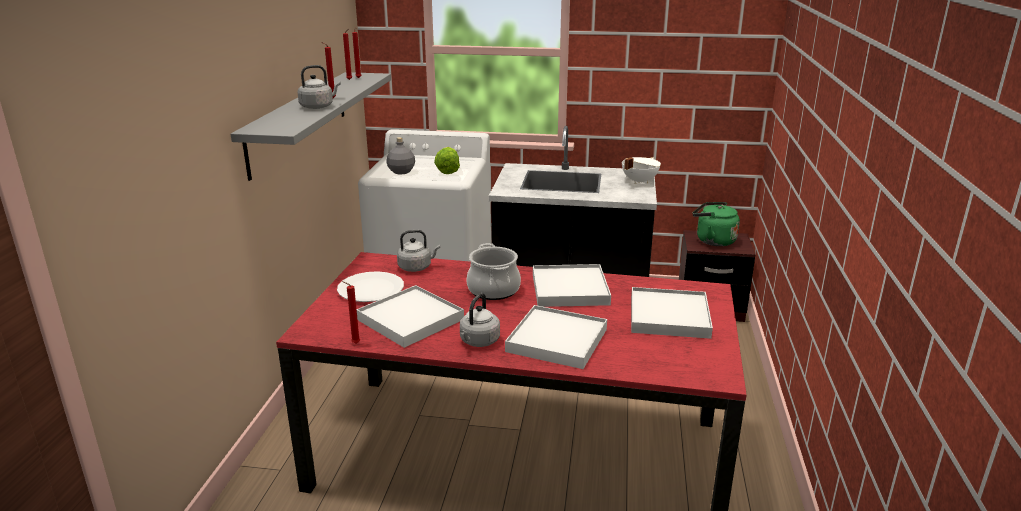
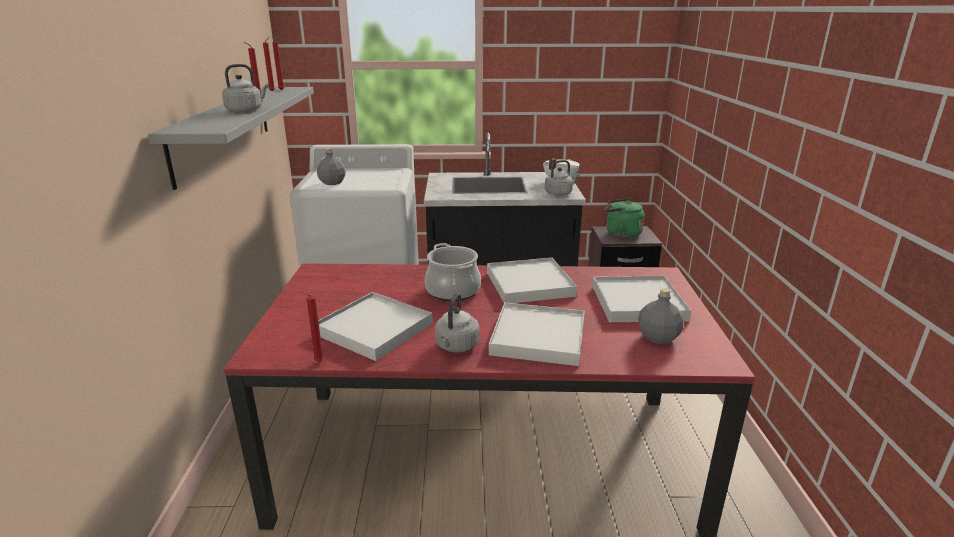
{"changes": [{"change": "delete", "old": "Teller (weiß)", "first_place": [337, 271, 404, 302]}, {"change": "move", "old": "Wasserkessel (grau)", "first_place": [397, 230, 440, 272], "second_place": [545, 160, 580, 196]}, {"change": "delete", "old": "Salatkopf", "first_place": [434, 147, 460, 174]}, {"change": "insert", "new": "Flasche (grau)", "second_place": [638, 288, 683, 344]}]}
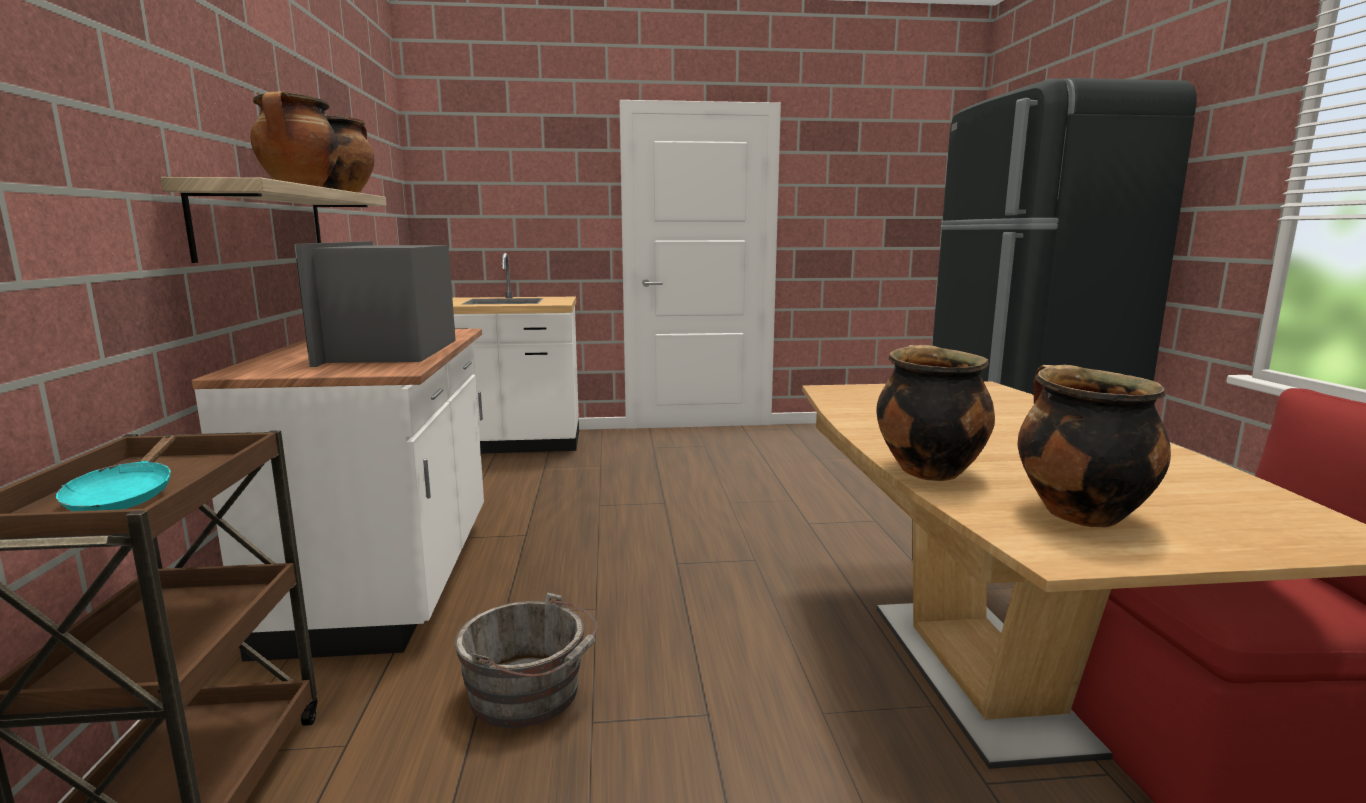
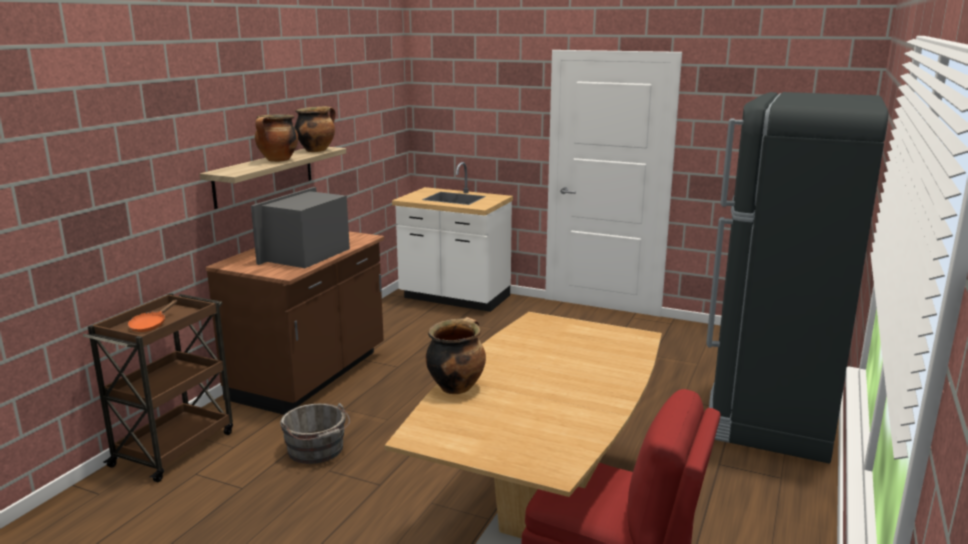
{"changes": [{"change": "recolor", "old": "Pfanne (türkis)", "new": "Pfanne (orange)", "first_place": [56, 435, 175, 511], "second_place": [128, 300, 177, 332]}, {"change": "recolor", "old": "Küchenzeile (weiß)", "new": "Küchenzeile (braun)", "first_place": [192, 328, 484, 662], "second_place": [206, 232, 384, 415]}, {"change": "delete", "old": "Kochtopf", "first_place": [1017, 365, 1171, 528]}]}
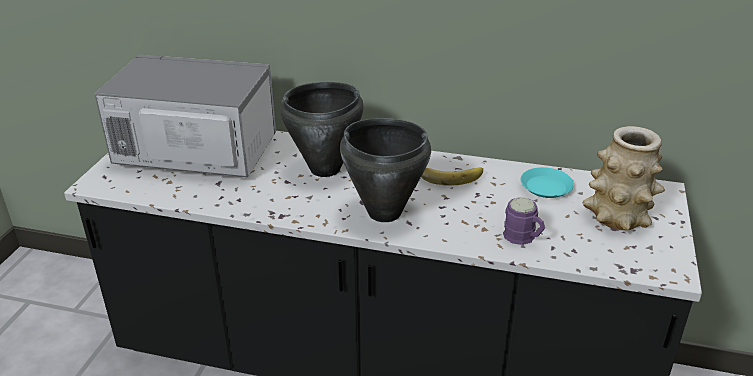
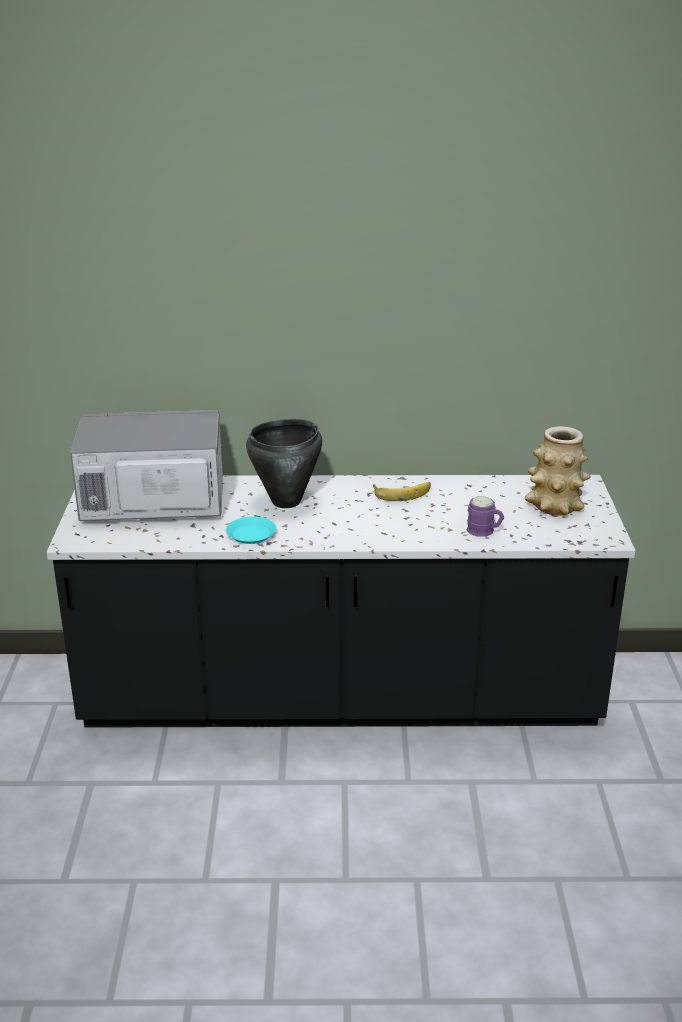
{"changes": [{"change": "delete", "old": "Kochtopf (schwarz)", "first_place": [340, 118, 431, 222]}, {"change": "move", "old": "Teller (türkis)", "first_place": [521, 167, 574, 198], "second_place": [226, 516, 276, 544]}]}
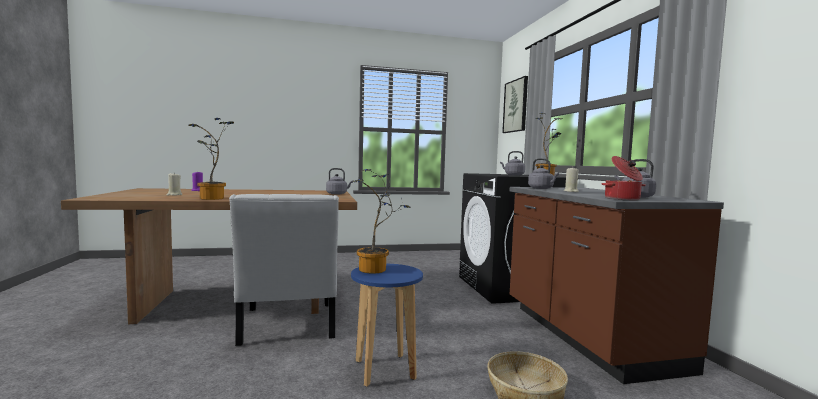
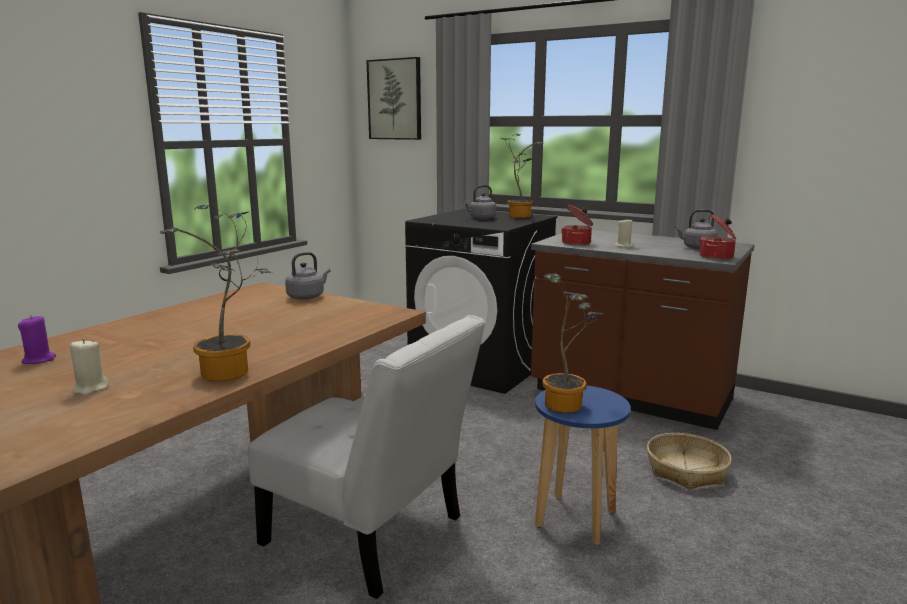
{"changes": [{"change": "replace", "old": "Wasserkessel (grau)", "new": "Kochtopf", "first_place": [528, 158, 559, 189], "second_place": [561, 205, 593, 246]}]}
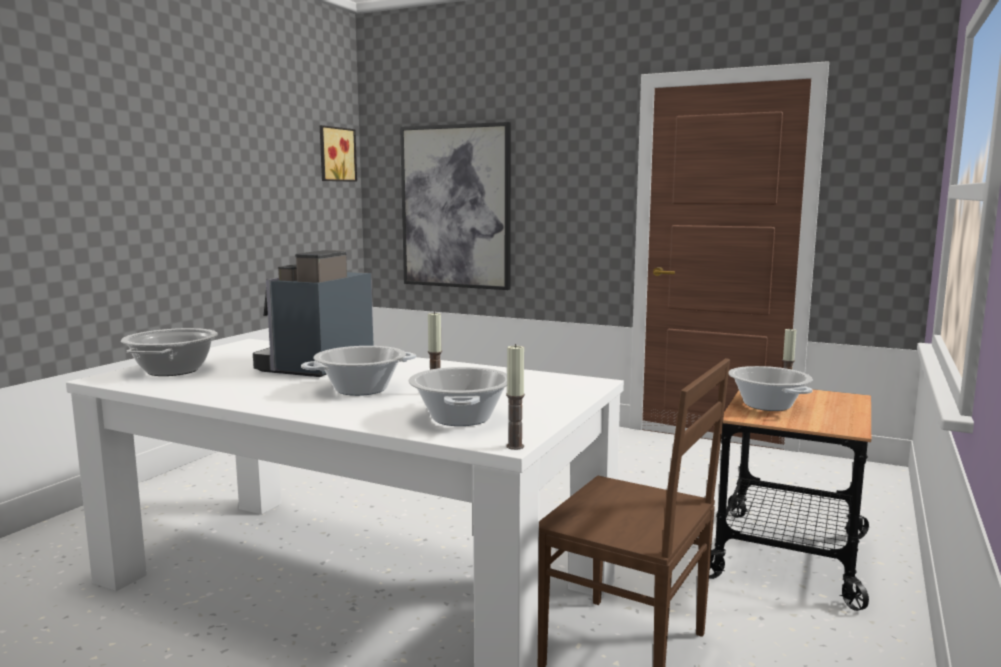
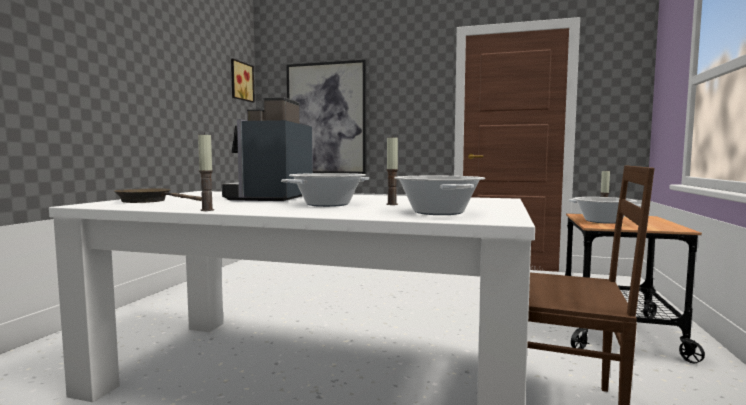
{"changes": [{"change": "replace", "old": "Kochtopf", "new": "Pfanne (braun)", "first_place": [121, 328, 218, 376], "second_place": [114, 188, 202, 203]}, {"change": "move", "old": "Kerze", "first_place": [506, 344, 525, 450], "second_place": [198, 133, 214, 211]}]}
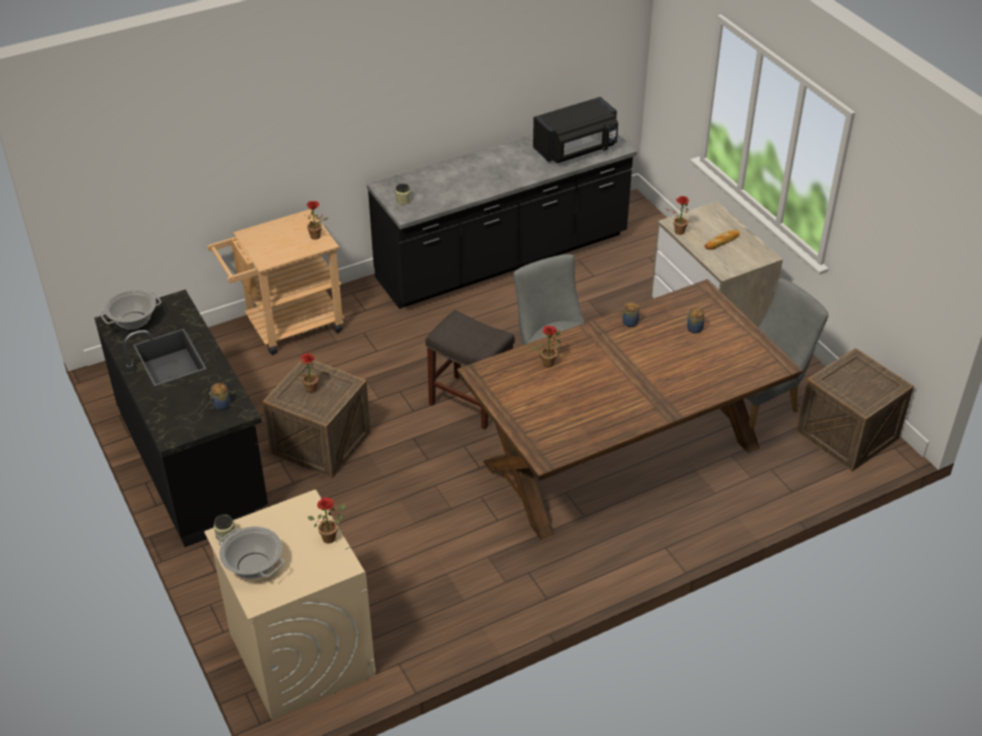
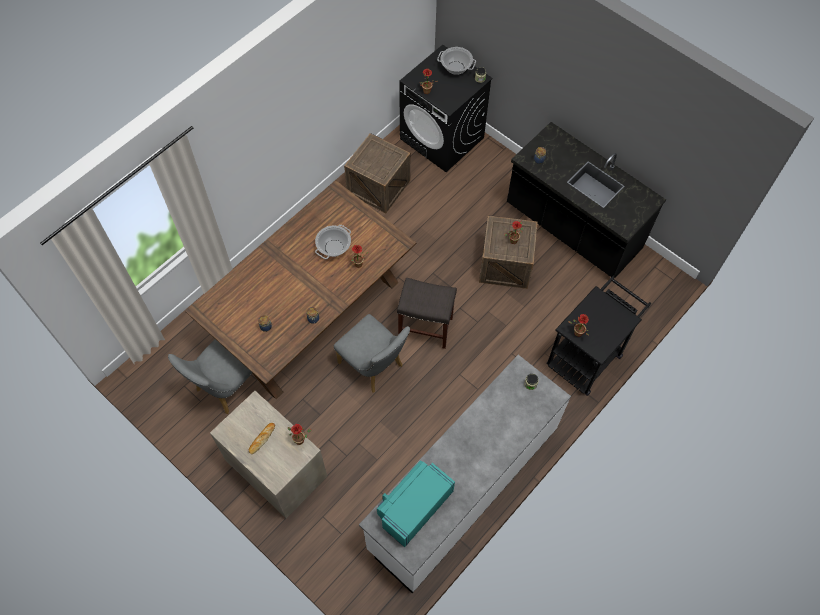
{"changes": [{"change": "move", "old": "Kochtopf", "first_place": [100, 289, 161, 330], "second_place": [315, 225, 351, 259]}, {"change": "recolor", "old": "Waschmaschine (beige)", "new": "Waschmaschine (schwarz)", "first_place": [204, 489, 376, 720], "second_place": [399, 45, 493, 172]}, {"change": "recolor", "old": "Rollwagen (beige)", "new": "Rollwagen (schwarz)", "first_place": [207, 209, 345, 355], "second_place": [547, 276, 651, 396]}, {"change": "recolor", "old": "Küchenzeile (schwarz)", "new": "Küchenzeile (weiß)", "first_place": [367, 134, 637, 309], "second_place": [359, 355, 571, 593]}, {"change": "recolor", "old": "Mikrowelle (schwarz)", "new": "Mikrowelle (türkis)", "first_place": [533, 97, 618, 163], "second_place": [377, 461, 455, 547]}, {"change": "move", "old": "Kiste", "first_place": [796, 348, 914, 472], "second_place": [344, 133, 410, 213]}]}
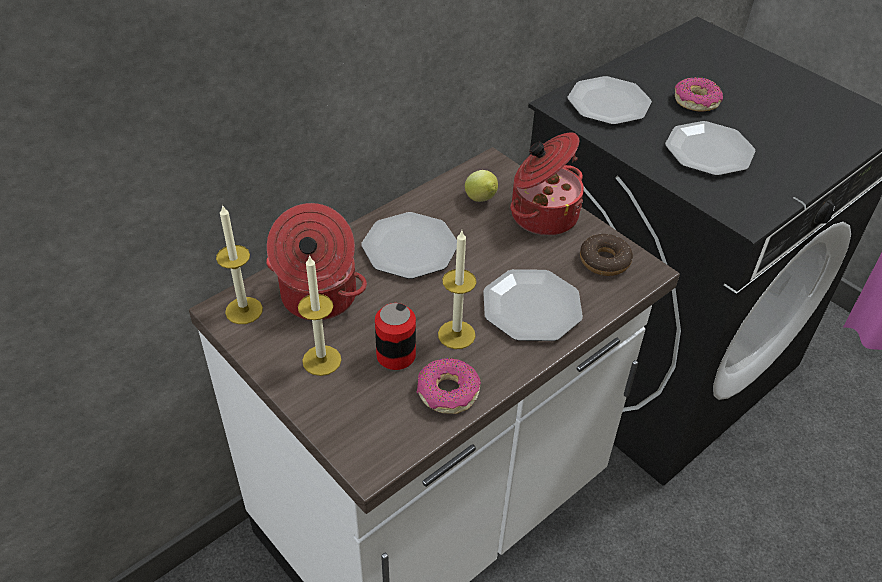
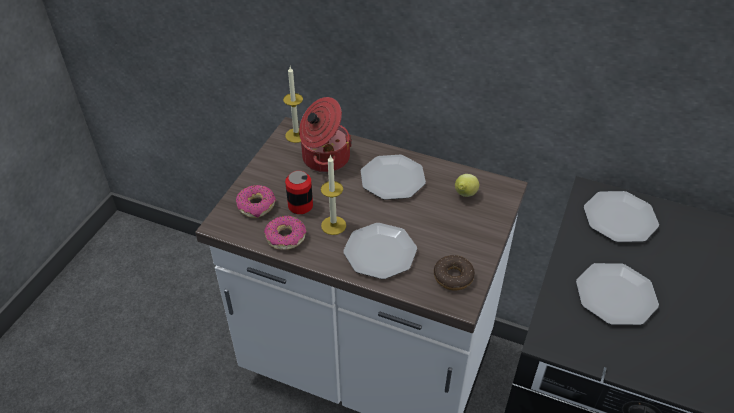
{"changes": [{"change": "delete", "old": "Kerze", "first_place": [298, 255, 341, 376]}, {"change": "delete", "old": "Kochtopf", "first_place": [510, 133, 584, 236]}, {"change": "move", "old": "Donut", "first_place": [675, 77, 723, 112], "second_place": [236, 185, 276, 218]}]}
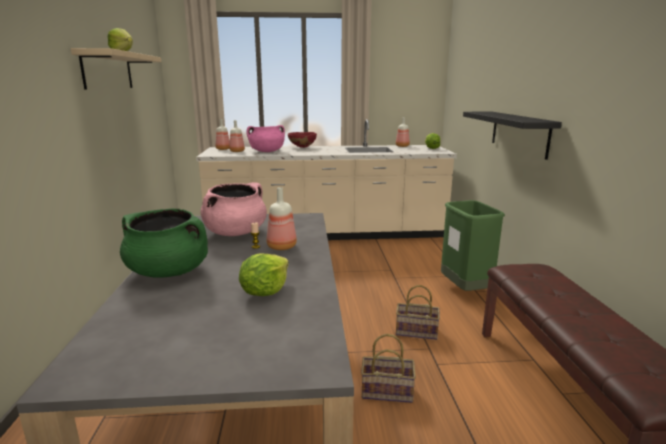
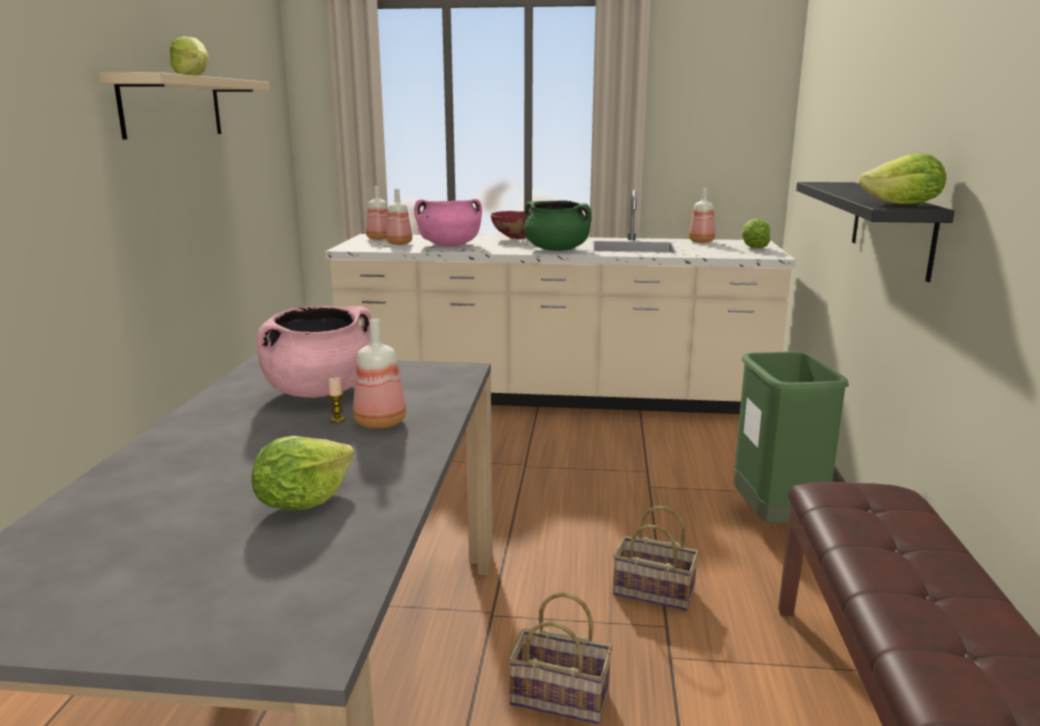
{"changes": [{"change": "move", "old": "Kochtopf (grün)", "first_place": [120, 209, 208, 278], "second_place": [524, 200, 592, 251]}, {"change": "insert", "new": "Salatkopf", "second_place": [858, 154, 946, 204]}]}
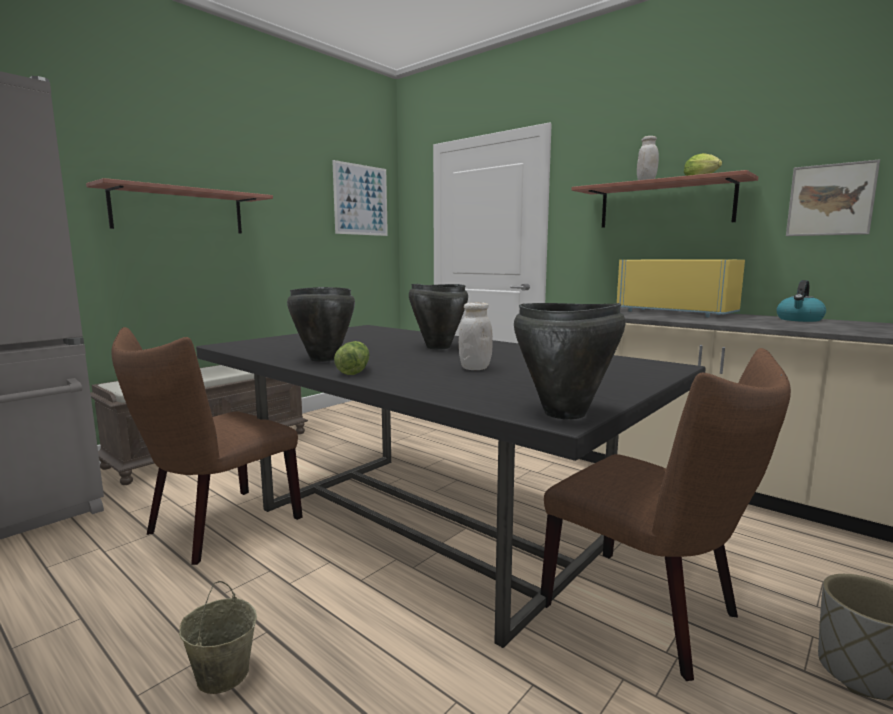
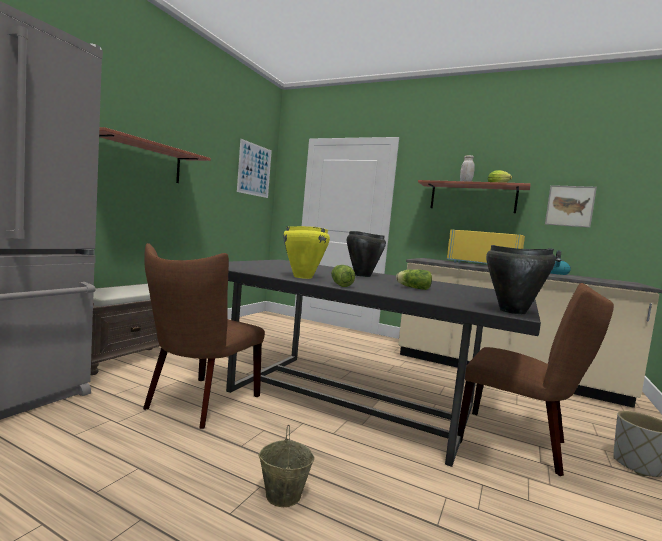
{"changes": [{"change": "recolor", "old": "Kochtopf (schwarz)", "new": "Kochtopf (gelb)", "first_place": [287, 287, 355, 362], "second_place": [283, 226, 330, 279]}, {"change": "replace", "old": "Vorratsglas (weiß)", "new": "Salatkopf", "first_place": [459, 302, 493, 370], "second_place": [396, 269, 432, 290]}]}
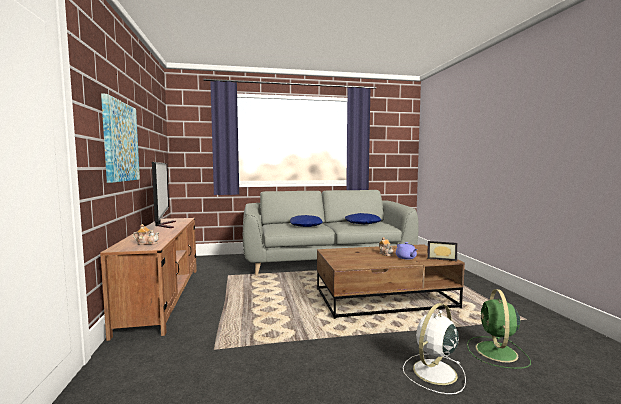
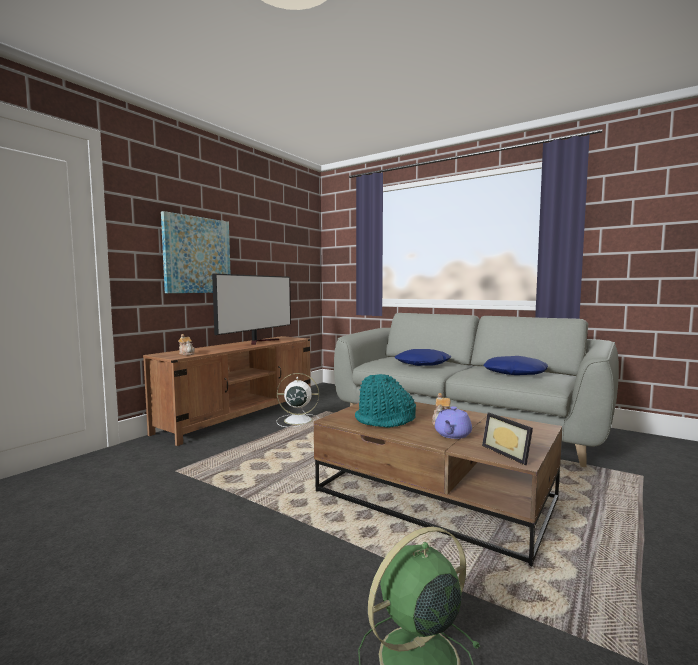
{"changes": [{"change": "move", "old": "Ventilator (weiß)", "first_place": [403, 303, 466, 394], "second_place": [276, 373, 319, 427]}, {"change": "insert", "new": "Hut (türkis)", "second_place": [355, 374, 416, 427]}]}
